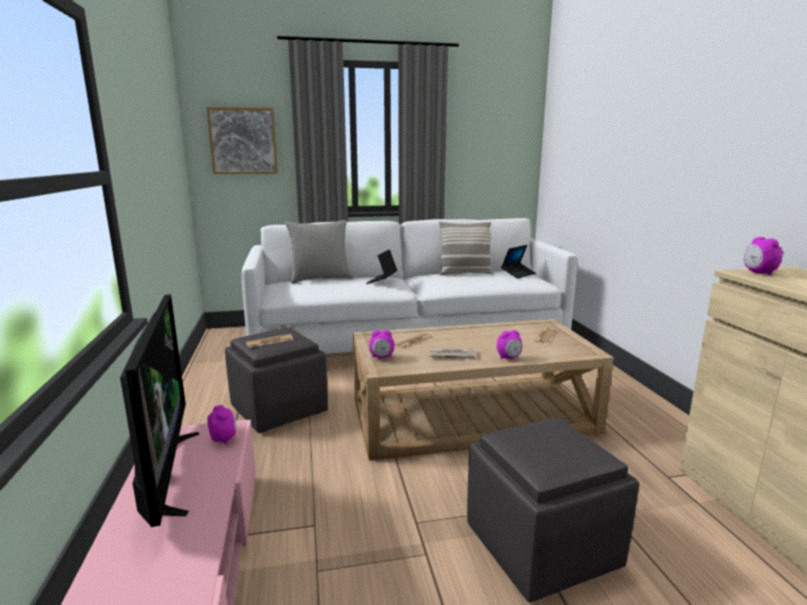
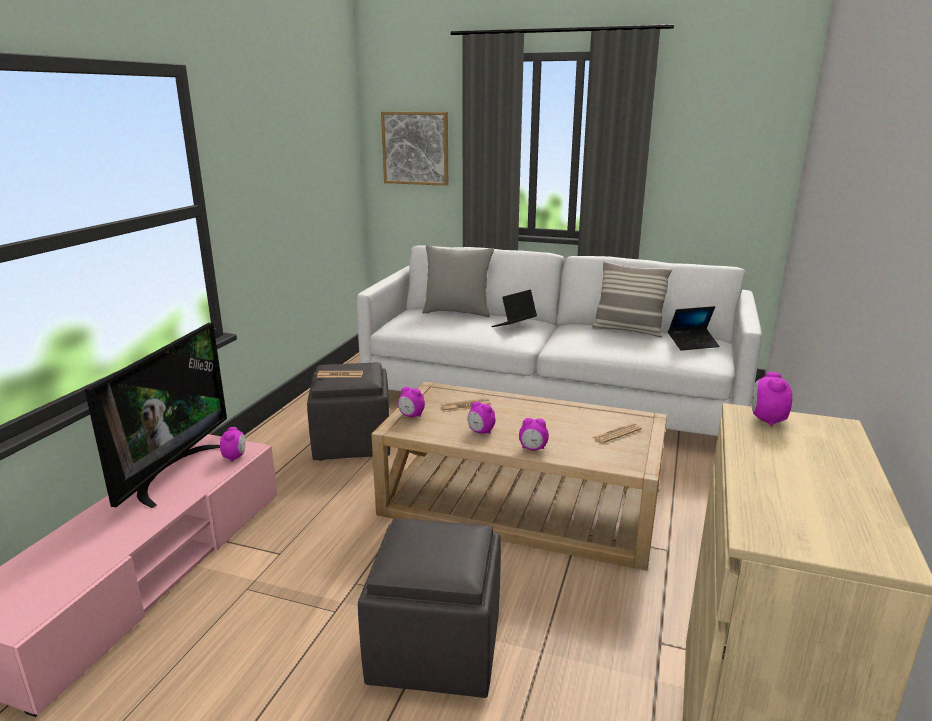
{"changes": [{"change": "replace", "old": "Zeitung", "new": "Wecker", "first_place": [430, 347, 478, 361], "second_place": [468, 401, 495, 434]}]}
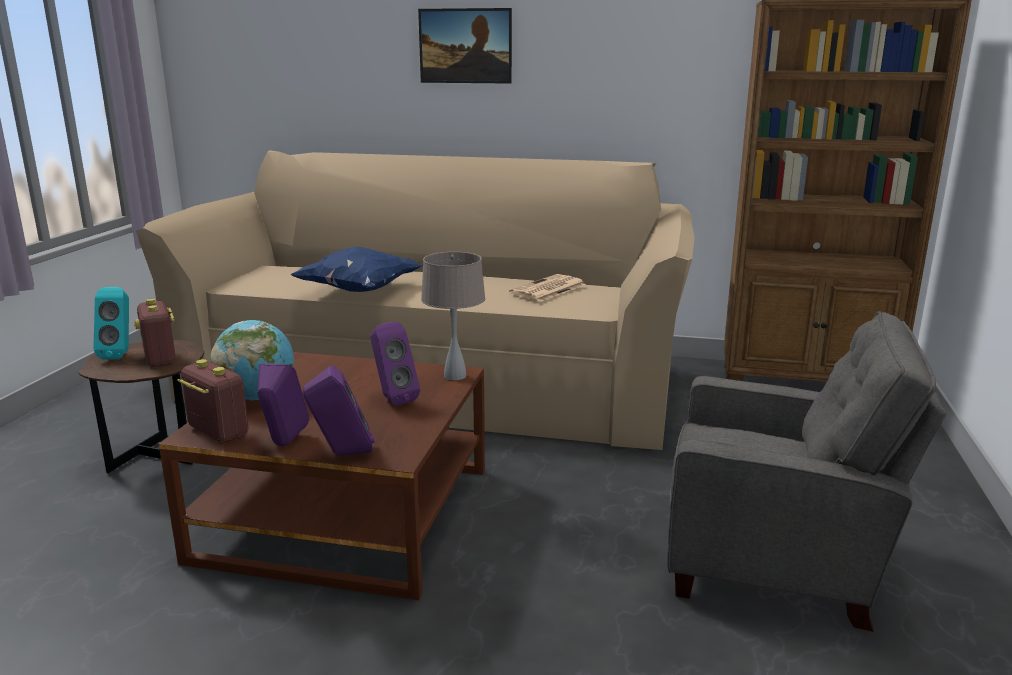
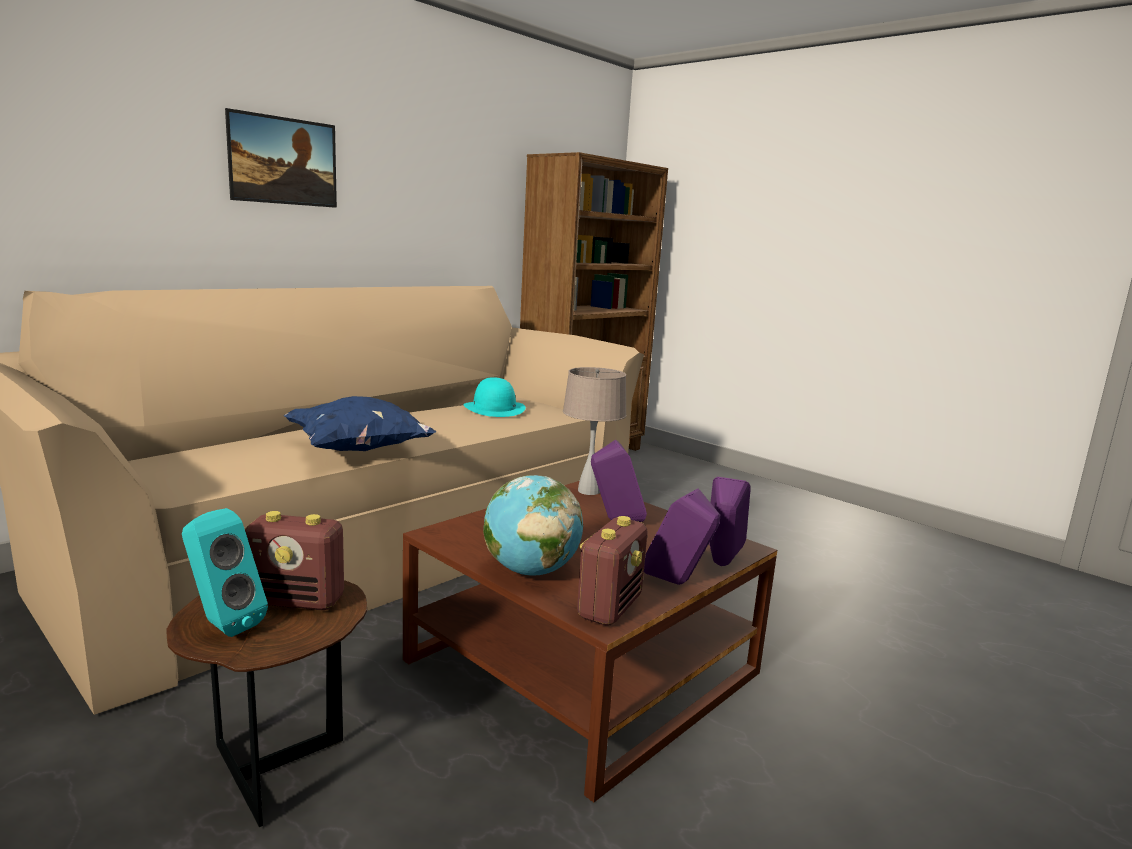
{"changes": [{"change": "rotate", "old": "Radio", "first_place": [177, 359, 248, 443], "second_place": [577, 516, 648, 626], "degrees": 135}, {"change": "replace", "old": "Zeitung", "new": "Hut (türkis)", "first_place": [509, 274, 586, 301], "second_place": [464, 377, 526, 417]}, {"change": "delete", "old": "Sessel (grau)", "first_place": [667, 311, 947, 632]}]}
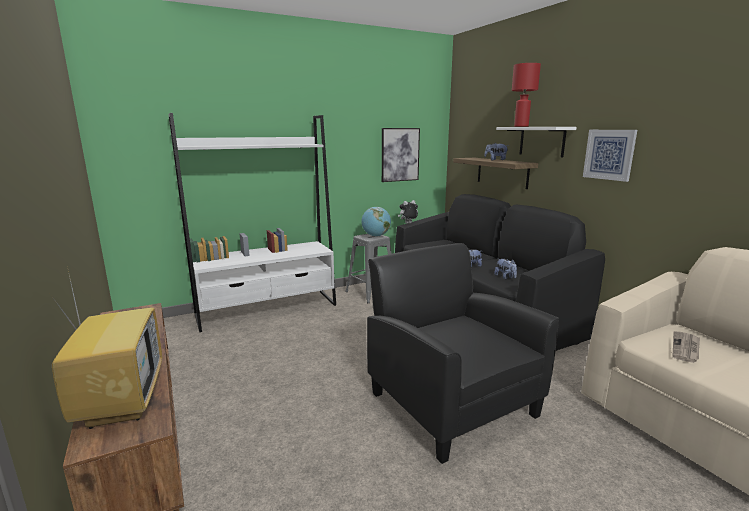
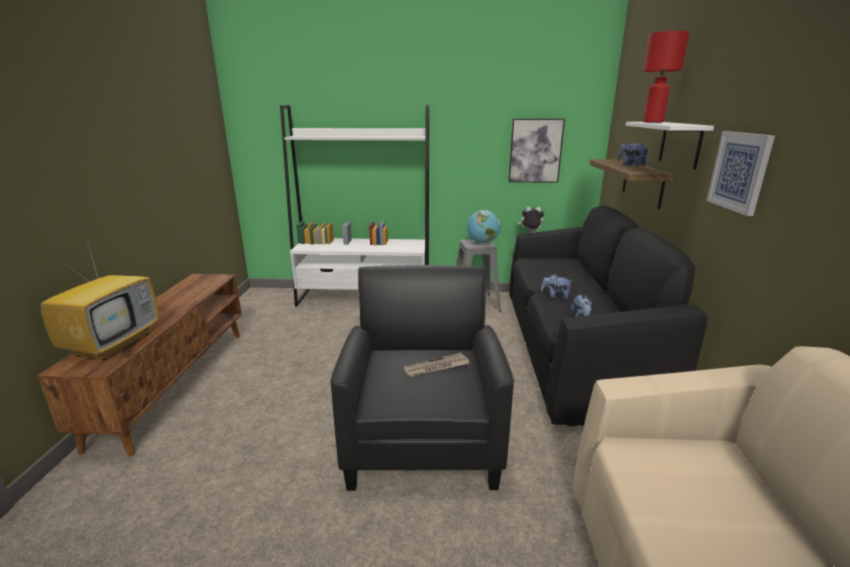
{"changes": [{"change": "move", "old": "Zeitung", "first_place": [673, 331, 700, 363], "second_place": [403, 352, 469, 378]}]}
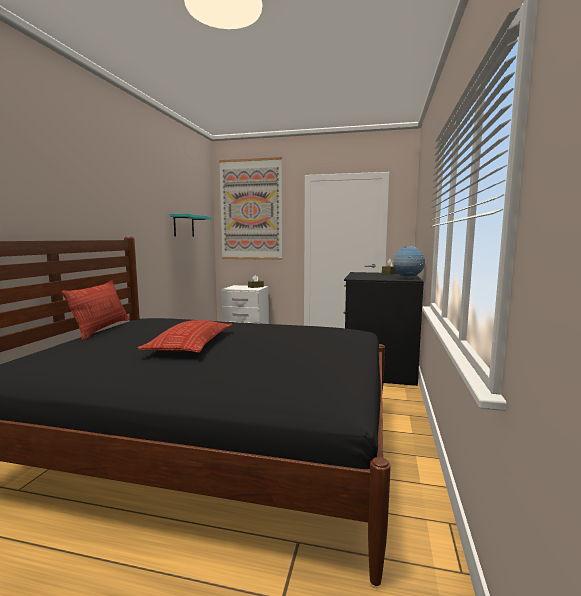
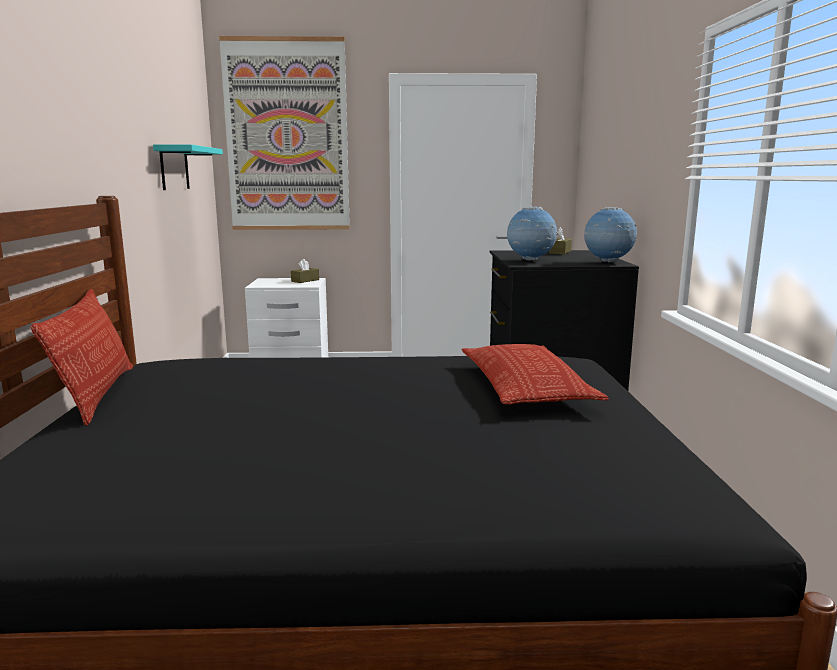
{"changes": [{"change": "move", "old": "Kissen", "first_place": [138, 320, 232, 353], "second_place": [462, 344, 609, 405]}, {"change": "insert", "new": "Globus", "second_place": [507, 207, 558, 261]}]}
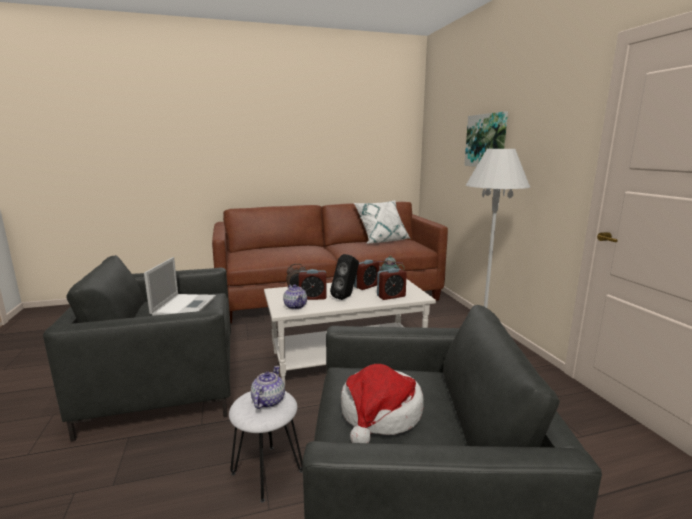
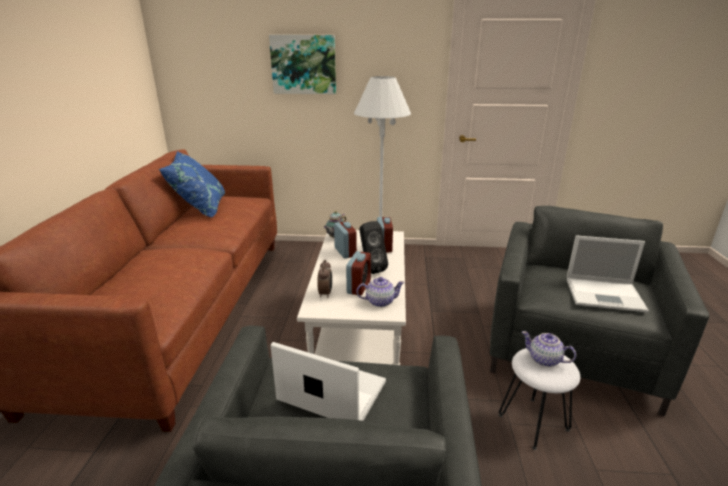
{"changes": [{"change": "replace", "old": "Hut", "new": "Laptop", "first_place": [341, 364, 424, 443], "second_place": [567, 235, 649, 312]}, {"change": "recolor", "old": "Kissen (weiß)", "new": "Kissen (blau)", "first_place": [354, 200, 411, 244], "second_place": [159, 151, 225, 217]}]}
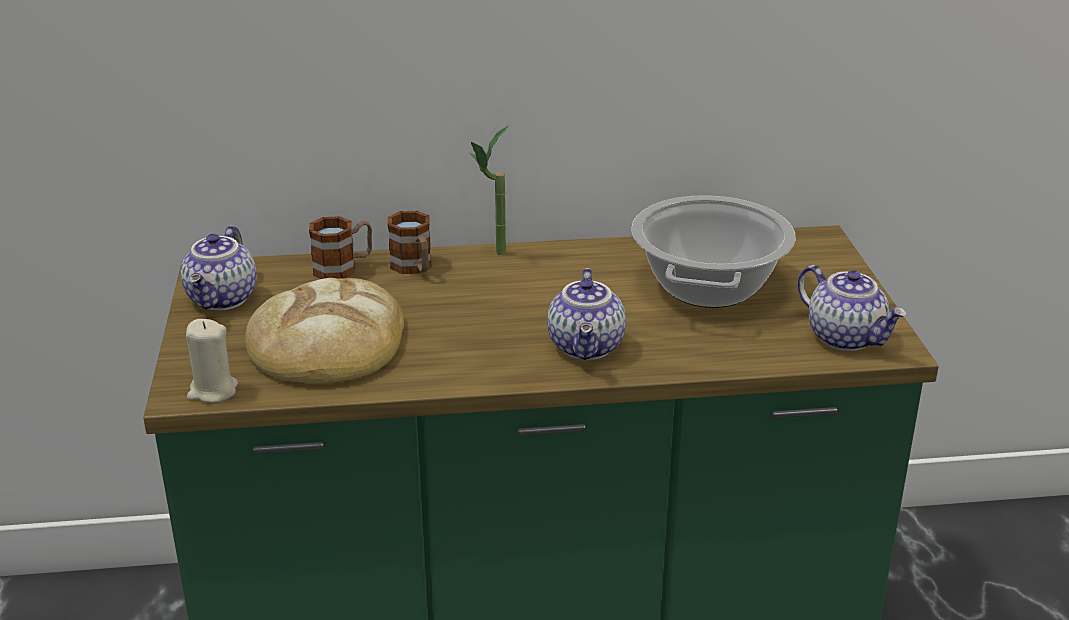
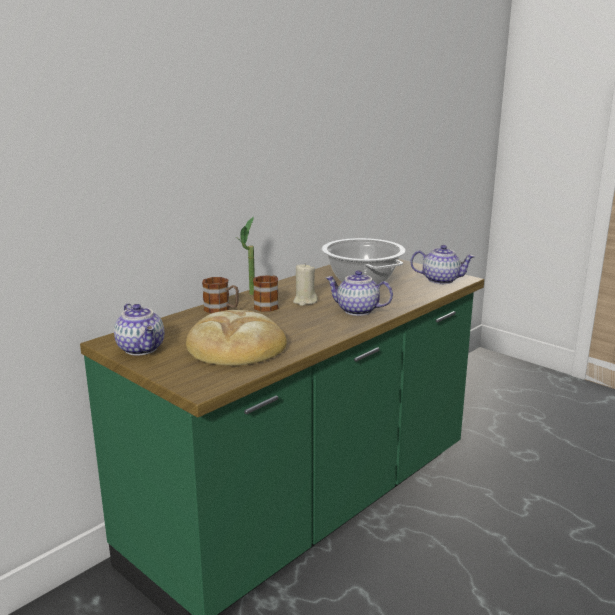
{"changes": [{"change": "move", "old": "Kerze (beige)", "first_place": [186, 319, 238, 403], "second_place": [293, 263, 318, 306]}, {"change": "move", "old": "Henkelbecher", "first_place": [309, 216, 372, 279], "second_place": [253, 275, 279, 312]}, {"change": "rotate", "old": "Teekanne", "first_place": [547, 268, 626, 360], "second_place": [325, 271, 393, 316], "degrees": 150}]}
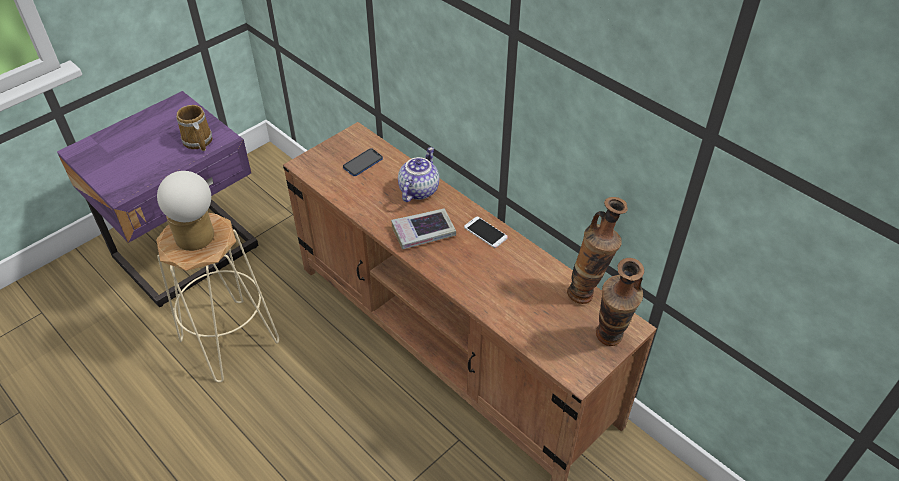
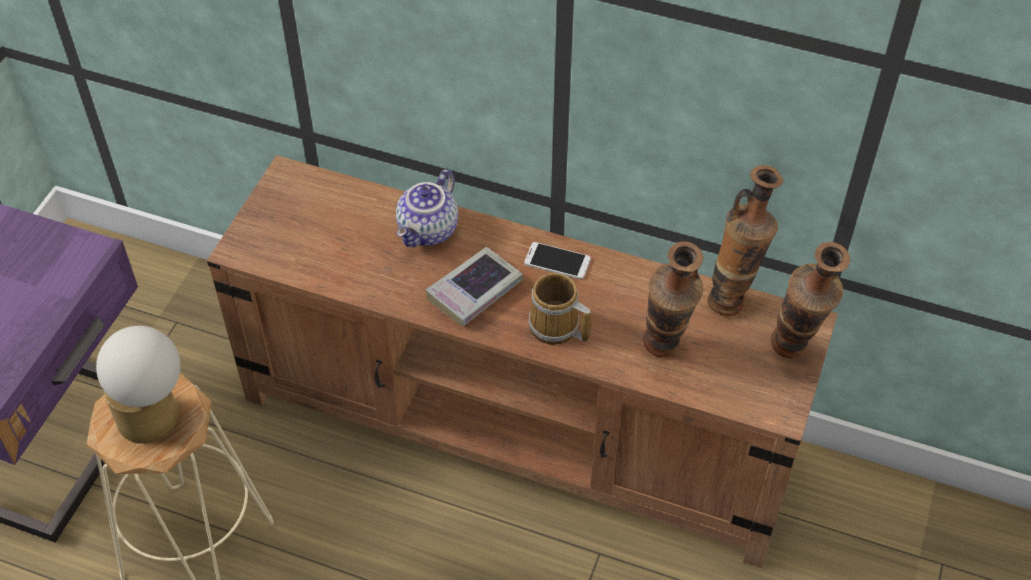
{"changes": [{"change": "move", "old": "Henkelbecher", "first_place": [176, 105, 212, 151], "second_place": [528, 273, 592, 345]}, {"change": "delete", "old": "Handy", "first_place": [343, 148, 383, 176]}, {"change": "rotate", "old": "Teekanne", "first_place": [398, 147, 439, 202], "second_place": [396, 169, 458, 247], "degrees": -150}, {"change": "insert", "new": "Vase", "second_place": [643, 241, 703, 357]}]}
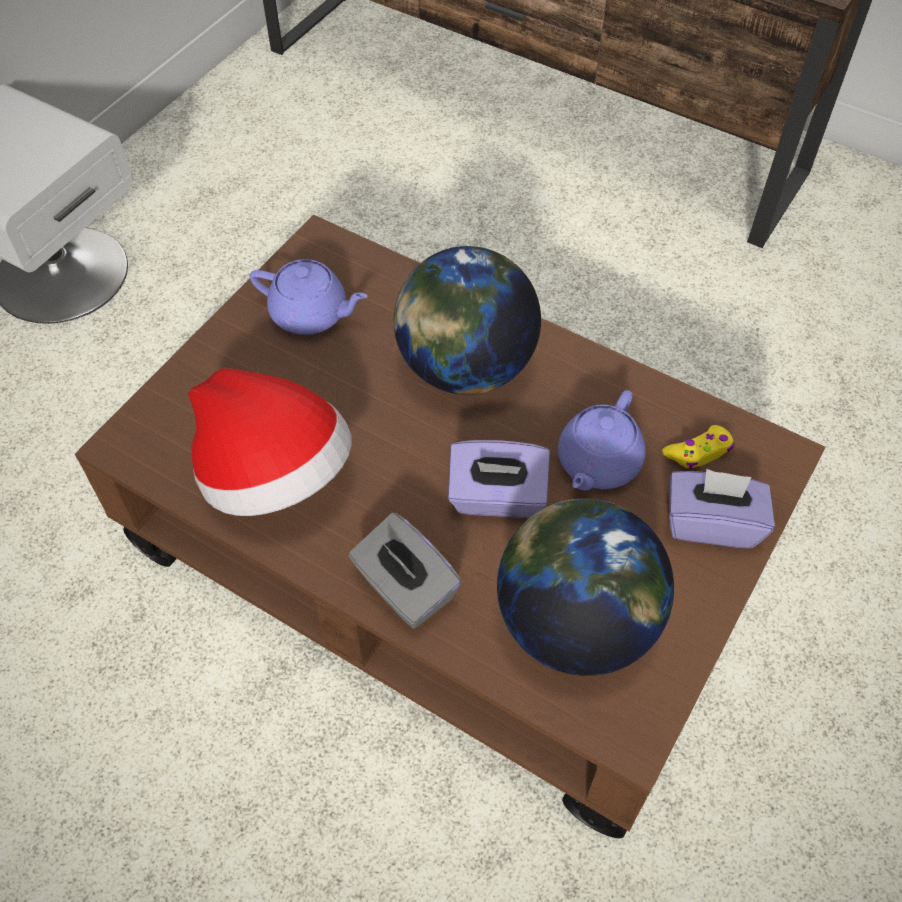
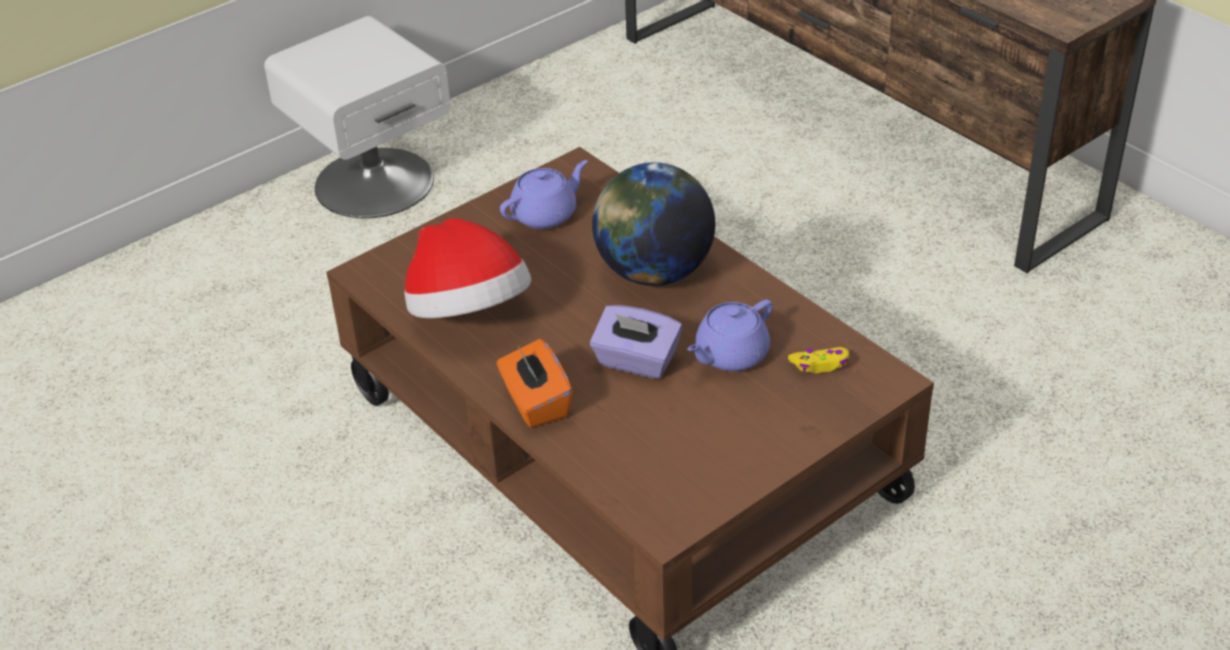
{"changes": [{"change": "rotate", "old": "Teekanne (lila)", "first_place": [250, 259, 368, 335], "second_place": [500, 160, 588, 229], "degrees": -75}, {"change": "recolor", "old": "Taschentuchbox (grau)", "new": "Taschentuchbox (orange)", "first_place": [349, 512, 462, 629], "second_place": [497, 339, 573, 428]}, {"change": "delete", "old": "Globus", "first_place": [497, 499, 674, 676]}, {"change": "delete", "old": "Taschentuchbox (lila)", "first_place": [669, 469, 775, 548]}]}
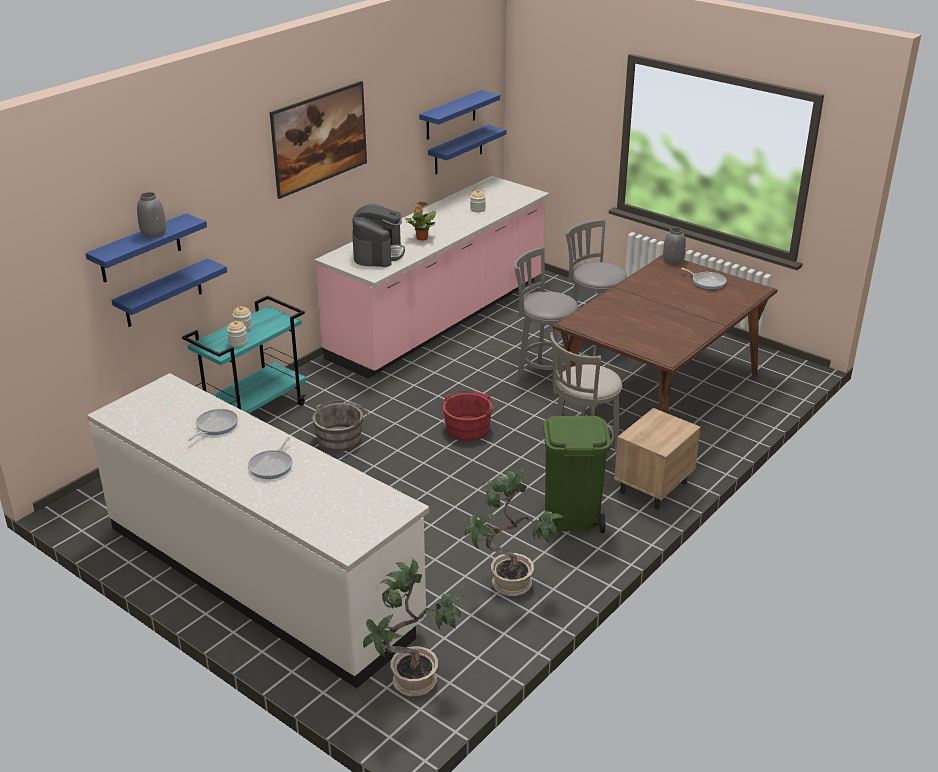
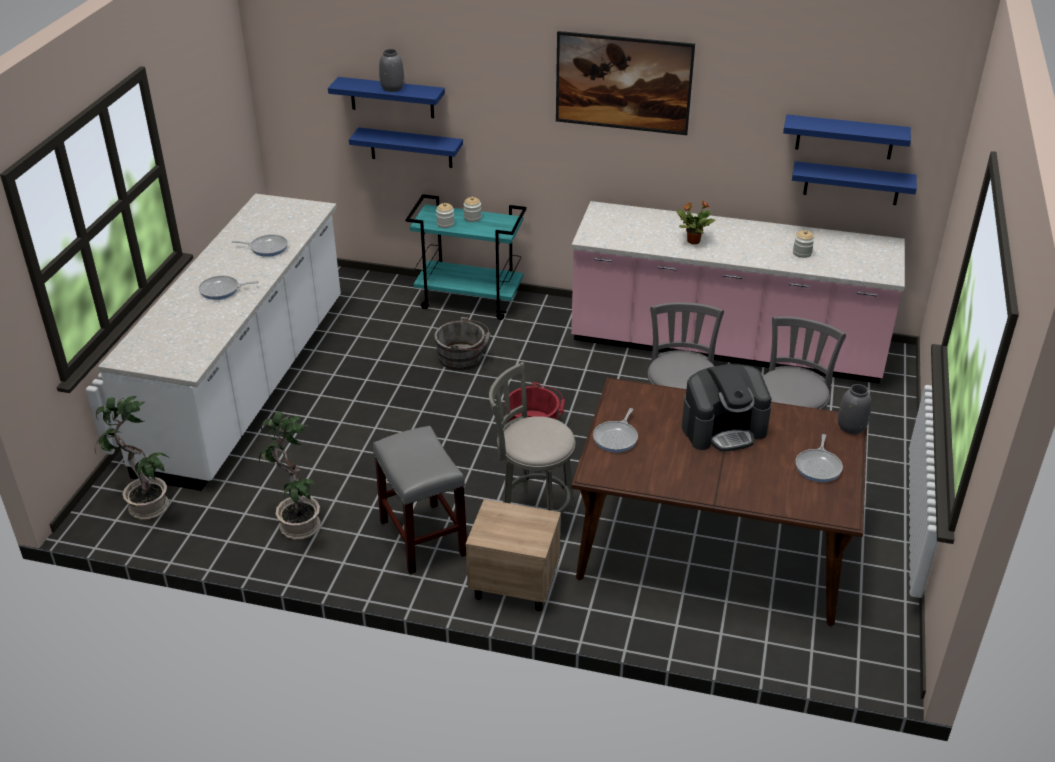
{"changes": [{"change": "move", "old": "Kaffeemaschine", "first_place": [352, 204, 405, 267], "second_place": [682, 364, 771, 451]}, {"change": "replace", "old": "Mülleimer (grün)", "new": "Hocker (grau)", "first_place": [543, 416, 611, 533], "second_place": [373, 426, 467, 575]}, {"change": "insert", "new": "Pfanne", "second_place": [593, 408, 638, 452]}]}
